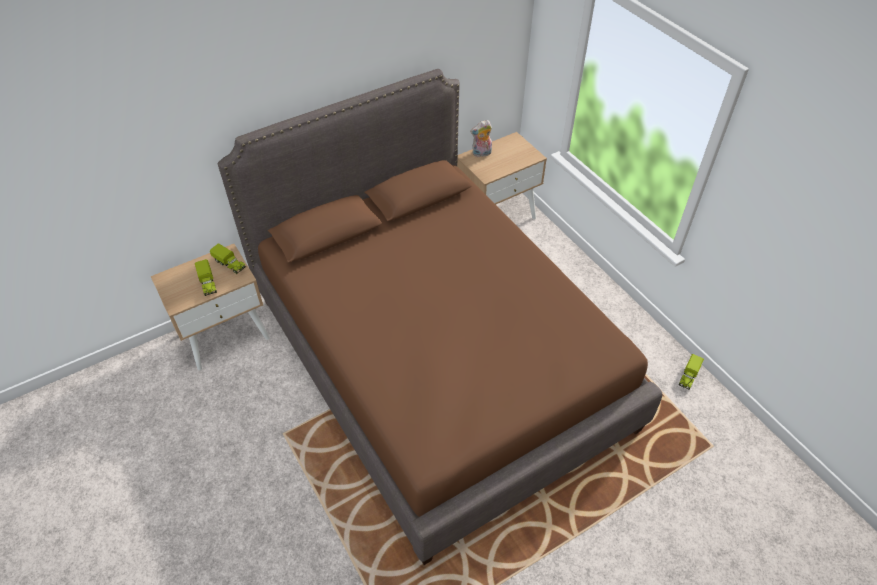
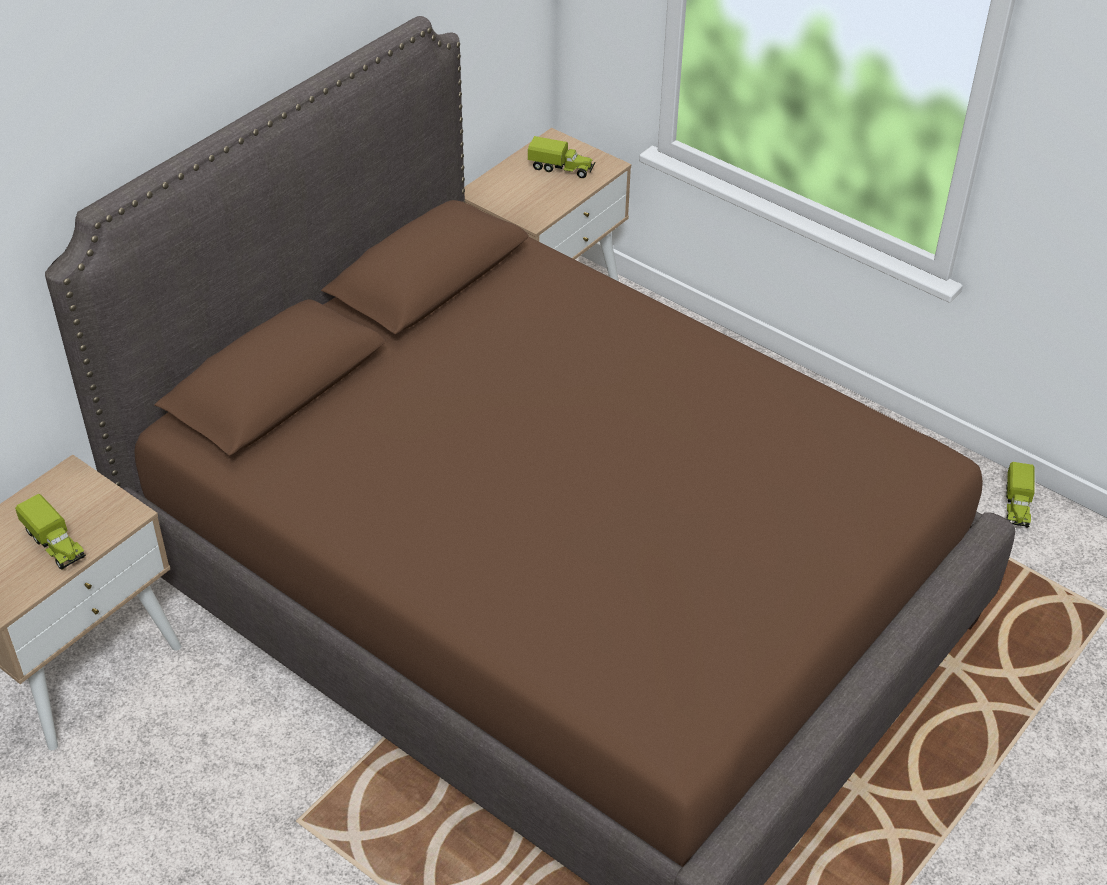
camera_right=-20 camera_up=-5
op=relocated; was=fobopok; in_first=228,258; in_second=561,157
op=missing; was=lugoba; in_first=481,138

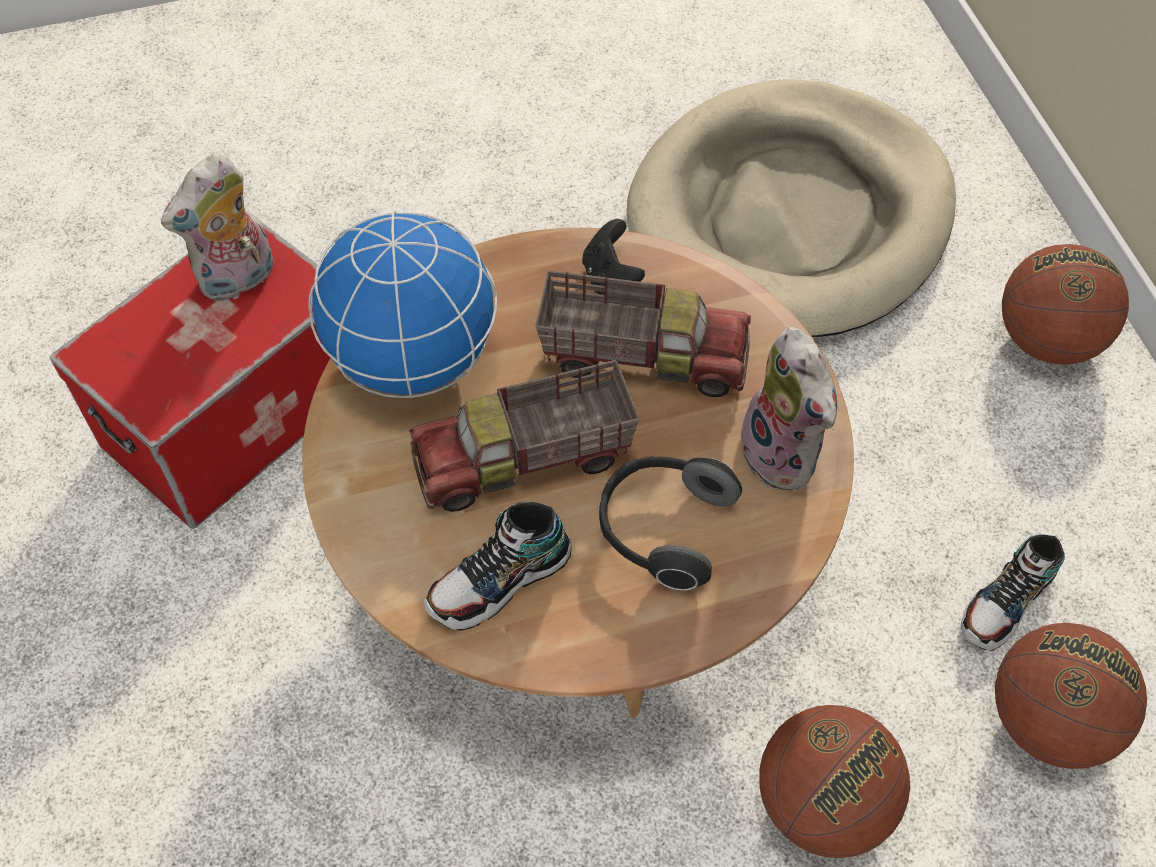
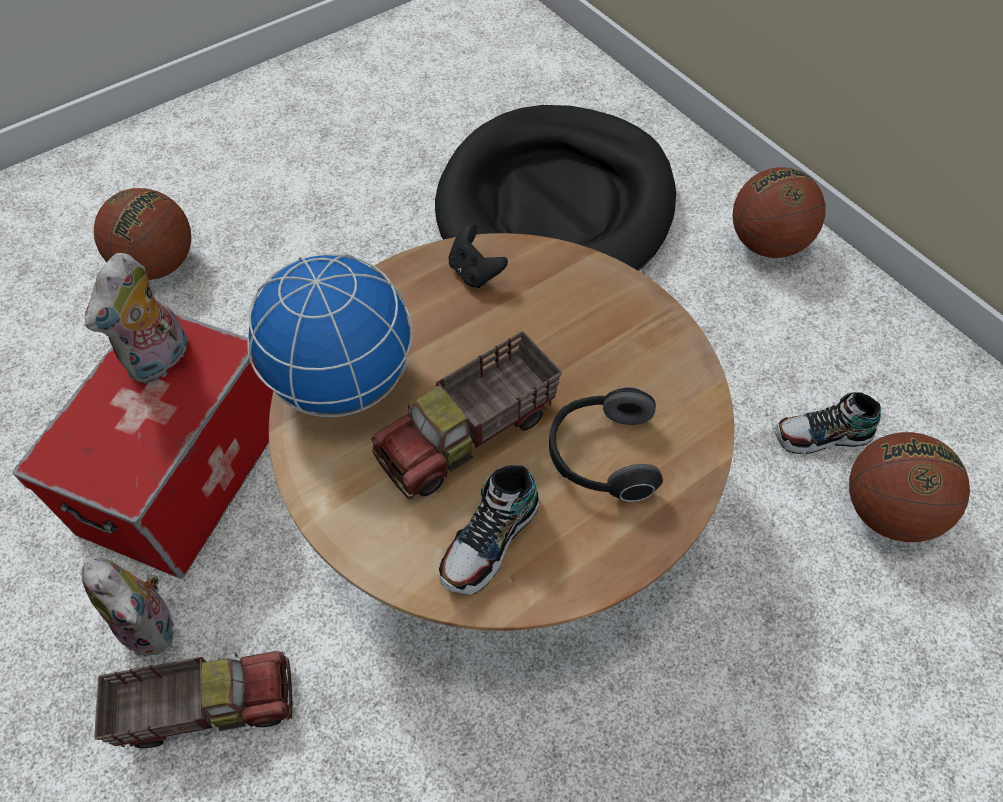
camera_right=-20 camera_up=0
op=relocated; was=fobopok; in_first=643,333; in_second=193,699
op=colour; was=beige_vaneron; now=black_vaneron; in_first=791,208; in_second=555,188
op=relocated; was=lugoba; in_first=785,408; in_second=128,607
op=relocated; was=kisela; in_first=834,781; in_second=142,234
op=spun; was=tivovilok; in_first=1013,593; in_second=827,423; clockwise=60

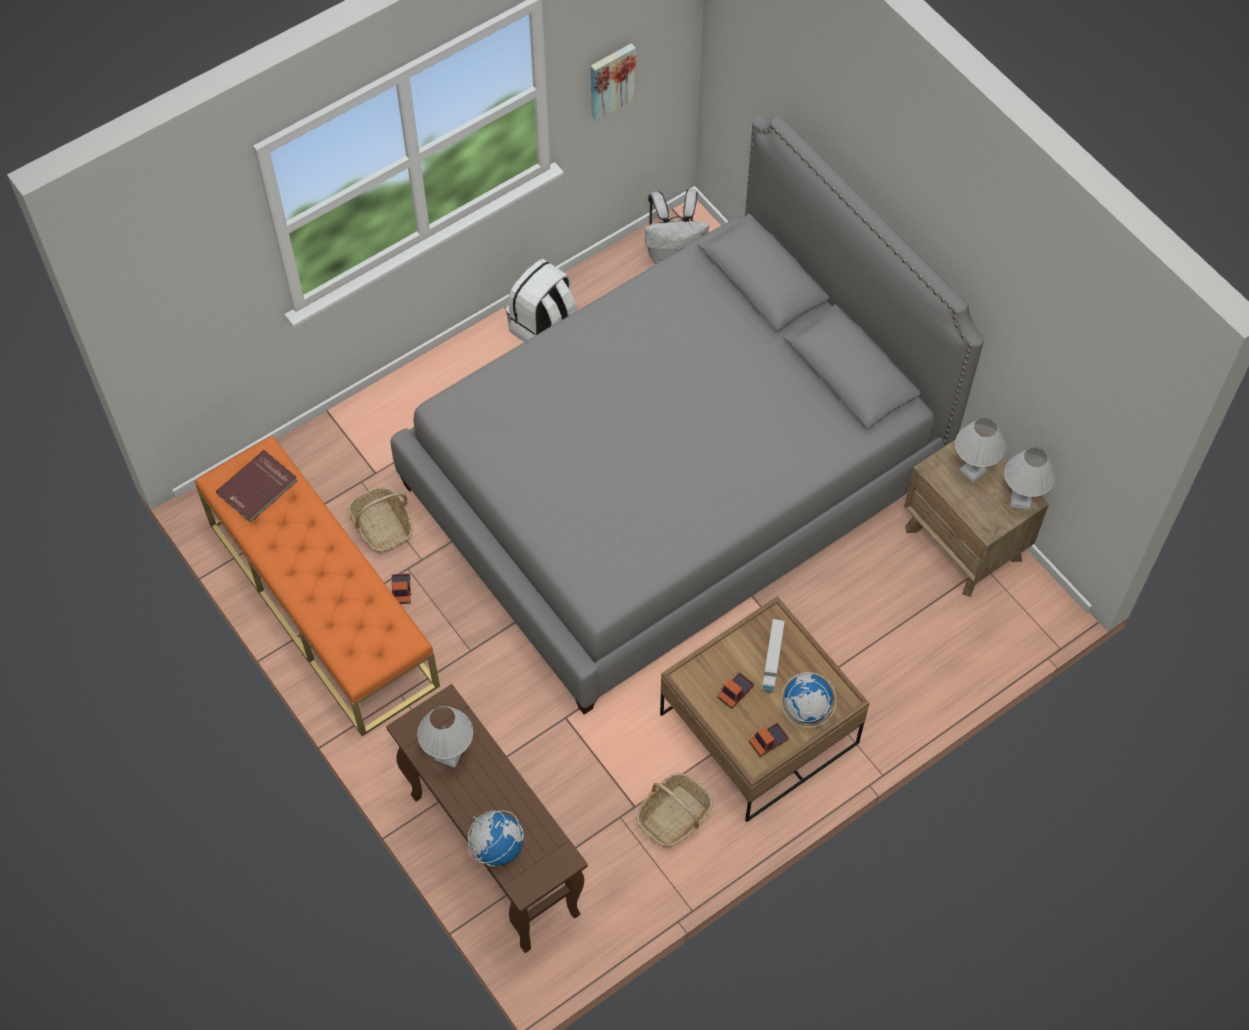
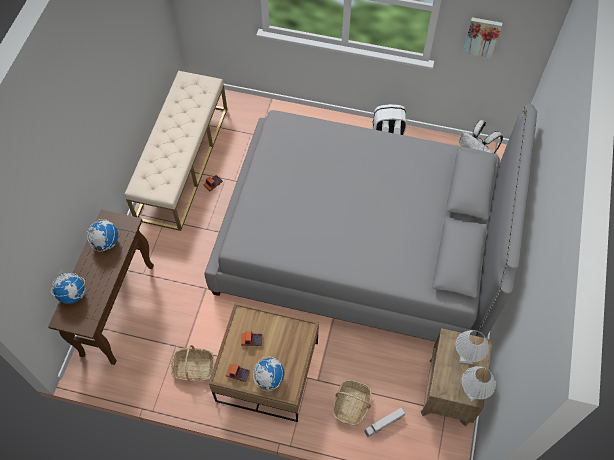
camera_right=50 camera_up=0
op=colour; was=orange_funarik; now=beige_funarik; in_first=317,585; in_second=176,151
op=missing; was=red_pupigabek; in_first=257,486
op=relocated; was=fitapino; in_first=380,520; in_second=352,403
op=exchanged; was=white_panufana; now=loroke; in_first=445,737; in_second=102,235
op=relocated; was=fobopok; in_first=773,656; in_second=384,422

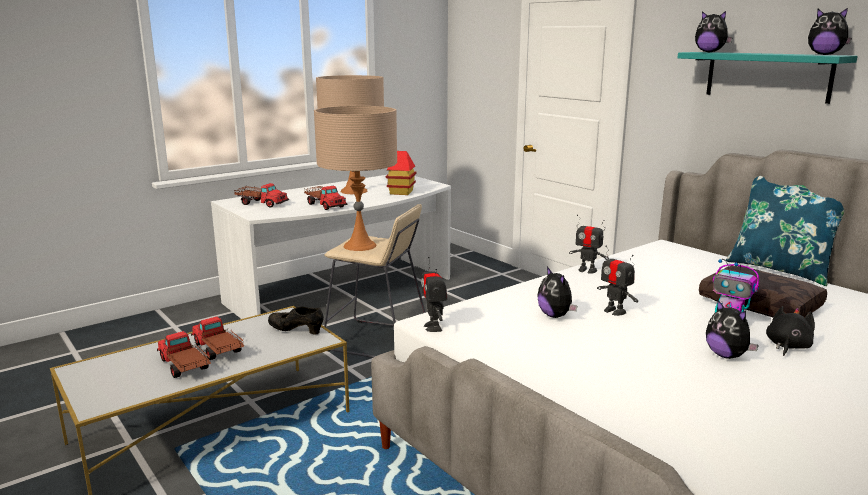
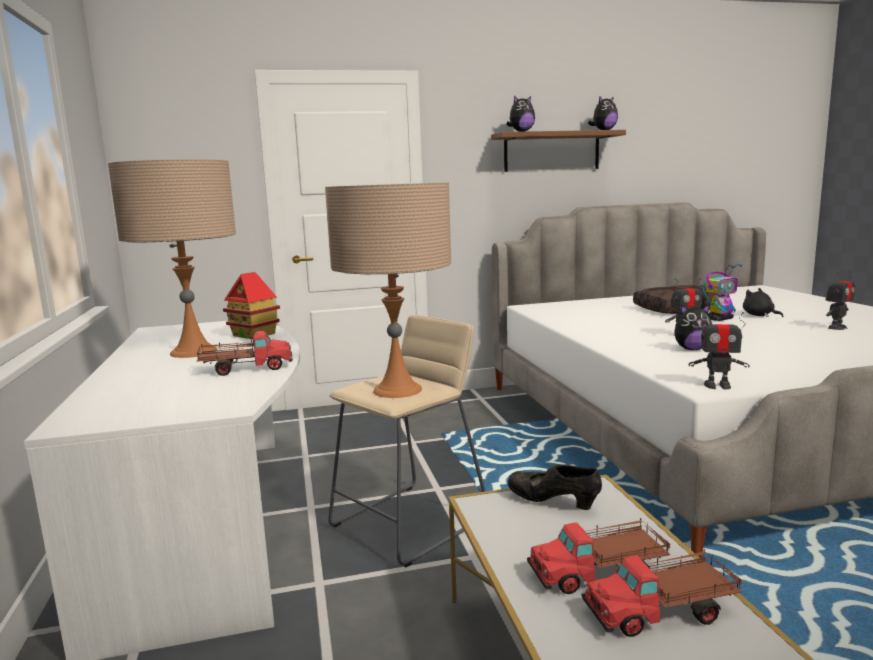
camera_right=-65 camera_up=-5
op=missing; was=fobopok; in_first=261,195
op=spun; was=black_tivovilok; in_first=296,320; in_second=554,487; clockwise=75
op=relocated; was=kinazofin; in_first=589,244; in_second=840,300
op=colour; was=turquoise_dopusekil; now=brown_dopusekil; in_first=767,78; in_second=558,151
op=missing; was=lugoba; in_first=732,329
op=missing; was=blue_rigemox; in_first=784,231

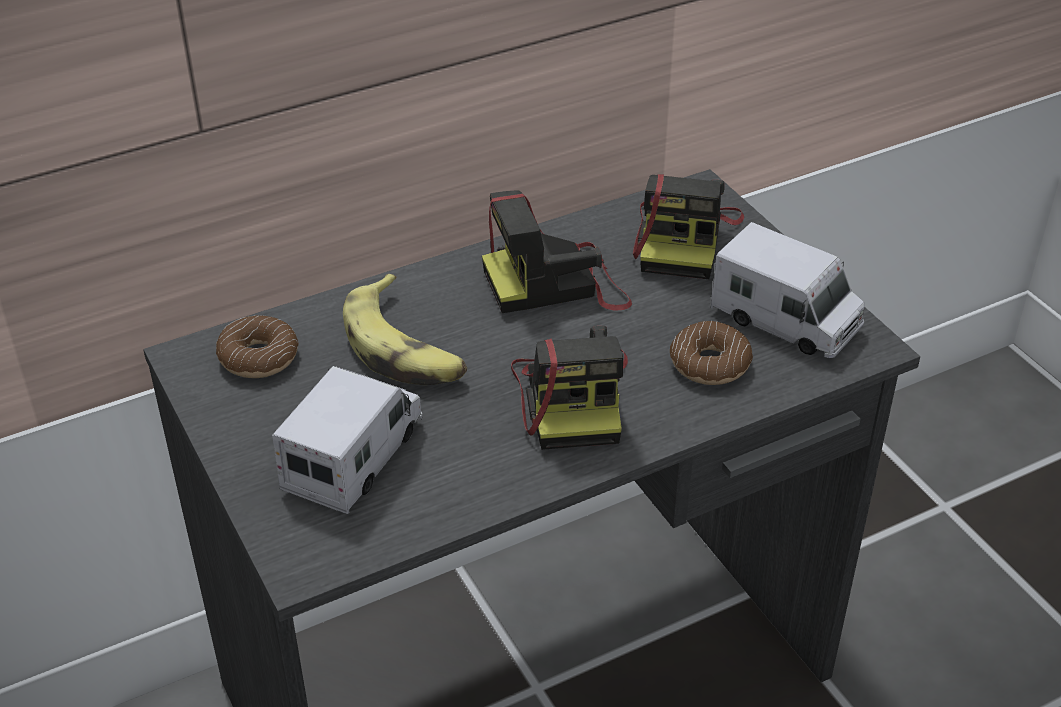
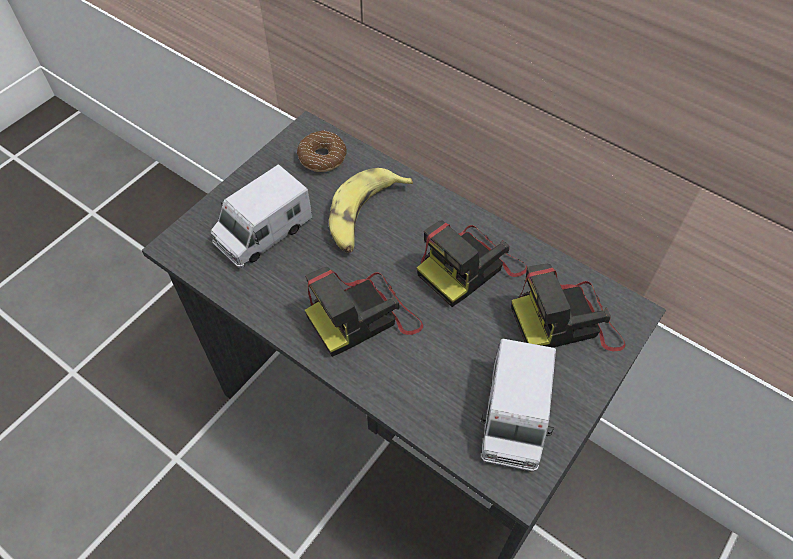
camera_right=65 camera_up=15
op=spun; was=fobopok; in_first=347,440; in_second=261,216; clockwise=135
op=spun; was=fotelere; in_first=557,251; in_second=472,263; clockwise=-90
op=missing; was=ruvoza; in_first=711,353

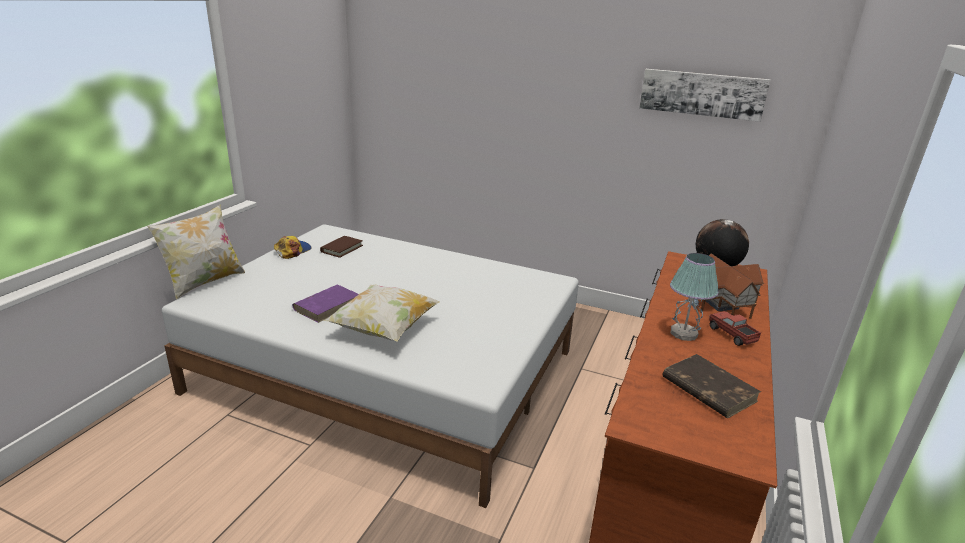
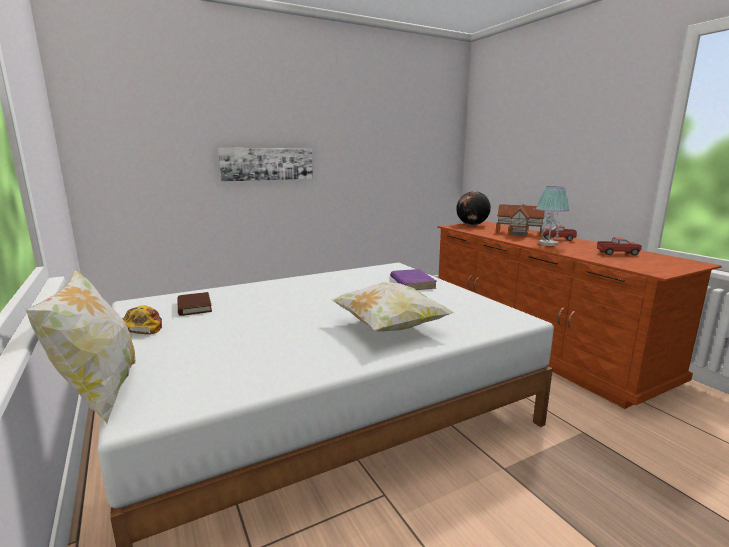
camera_right=-50 camera_up=-10
op=relocated; was=purple_pupigabek; in_first=325,304; in_second=413,279
op=relocated; was=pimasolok; in_first=705,95; in_second=265,165
op=exchanged; was=brown_pupigabek; now=fobopok; in_first=712,386; in_second=619,246

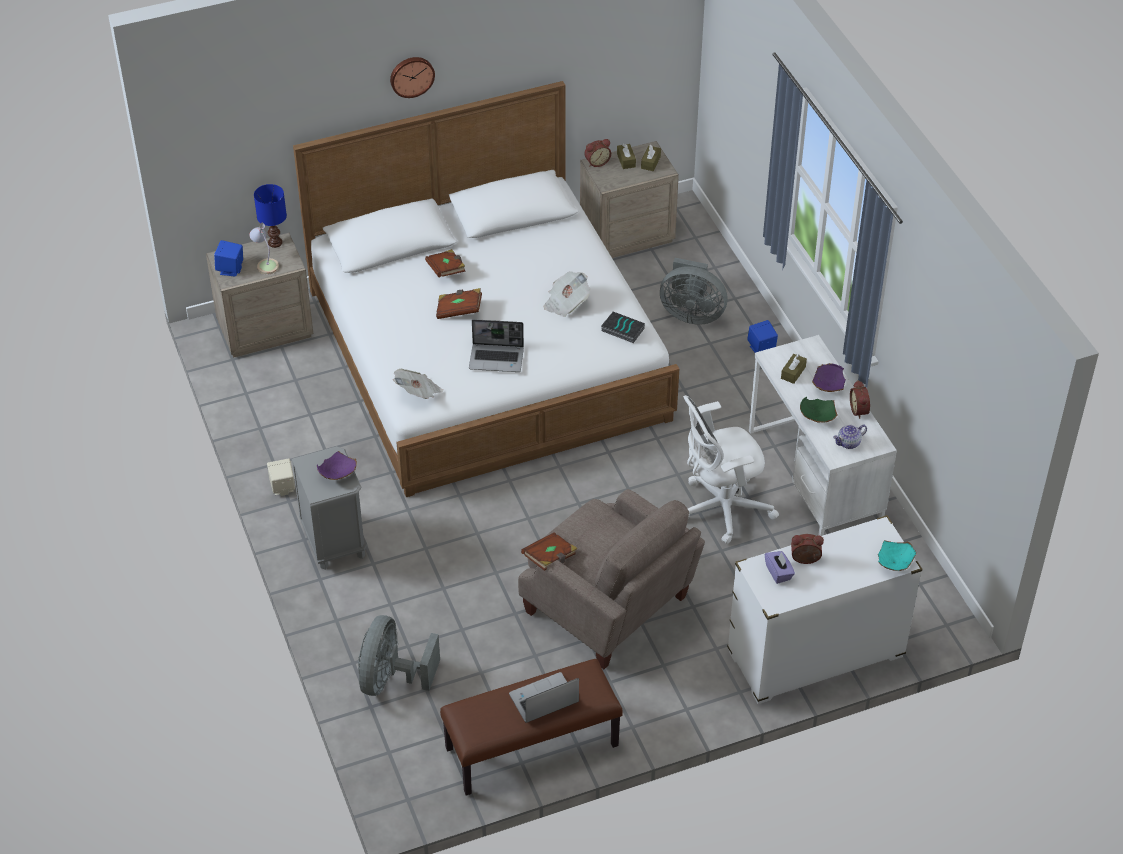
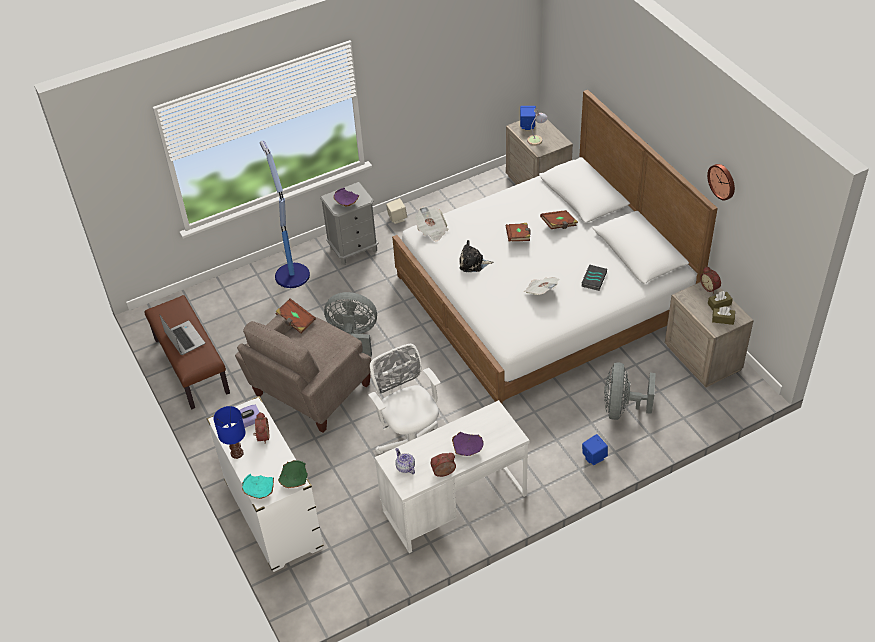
camera_right=85 camera_up=0
op=relocated; was=blue_panufana; in_first=270,216; in_second=229,432
op=relocated; was=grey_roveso; in_first=399,655; in_second=350,324
op=relocated; was=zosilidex; in_first=412,77; in_second=721,182
op=exchanged; was=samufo; now=lugoba; in_first=496,345; in_second=476,256
op=relocated; was=pupigabek; in_first=623,327; in_second=594,277
op=missing; was=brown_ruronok; in_first=794,369
op=relocated; was=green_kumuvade; in_first=818,410; in_second=293,474
op=appeared; now=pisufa; in_second=285,214

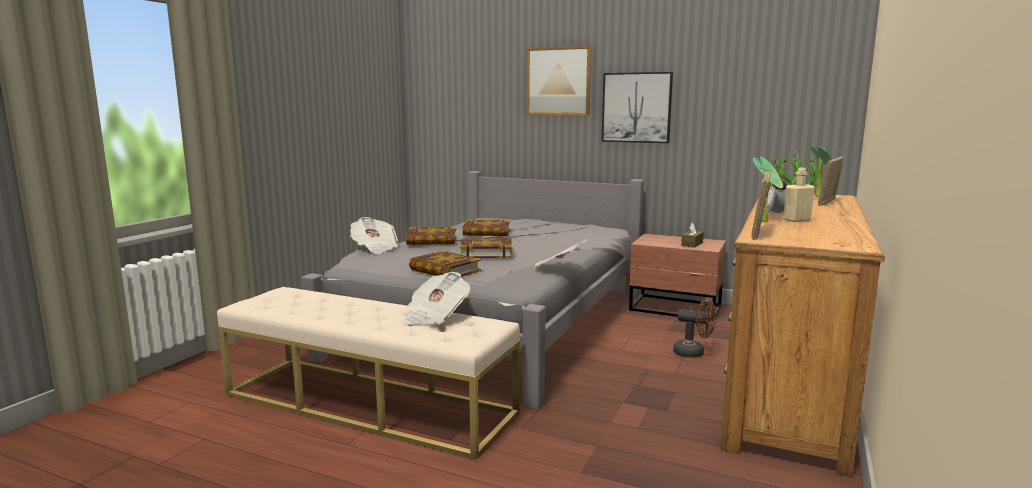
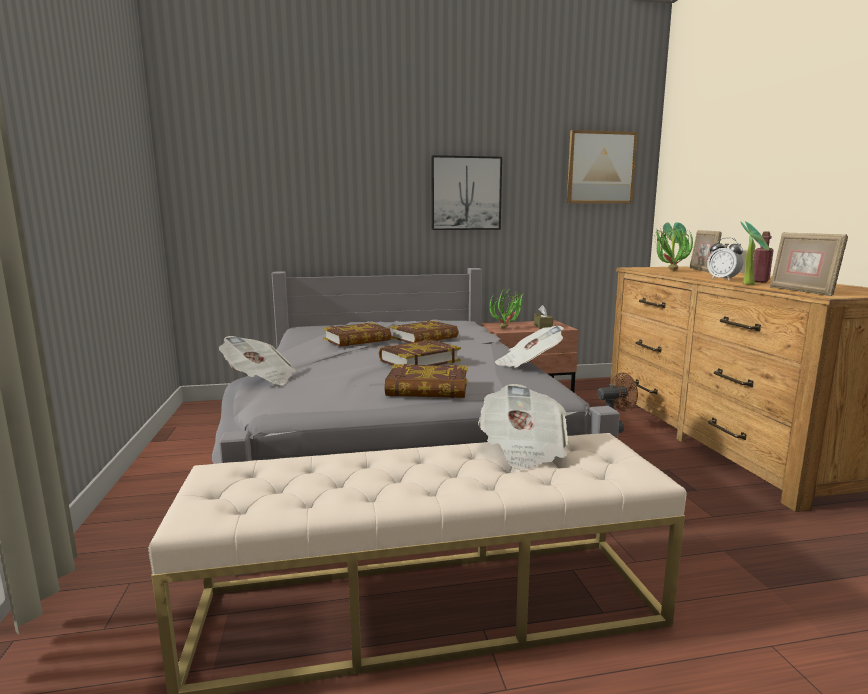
camera_right=-35 camera_up=0
op=relocated; was=pupigabek; in_first=431,236; in_second=424,332
op=relocated; was=pimasolok; in_first=559,80; in_second=602,167
op=colour; was=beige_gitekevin; now=red_gitekevin; in_first=799,195; in_second=763,257
op=appeared; now=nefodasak; in_second=507,307

